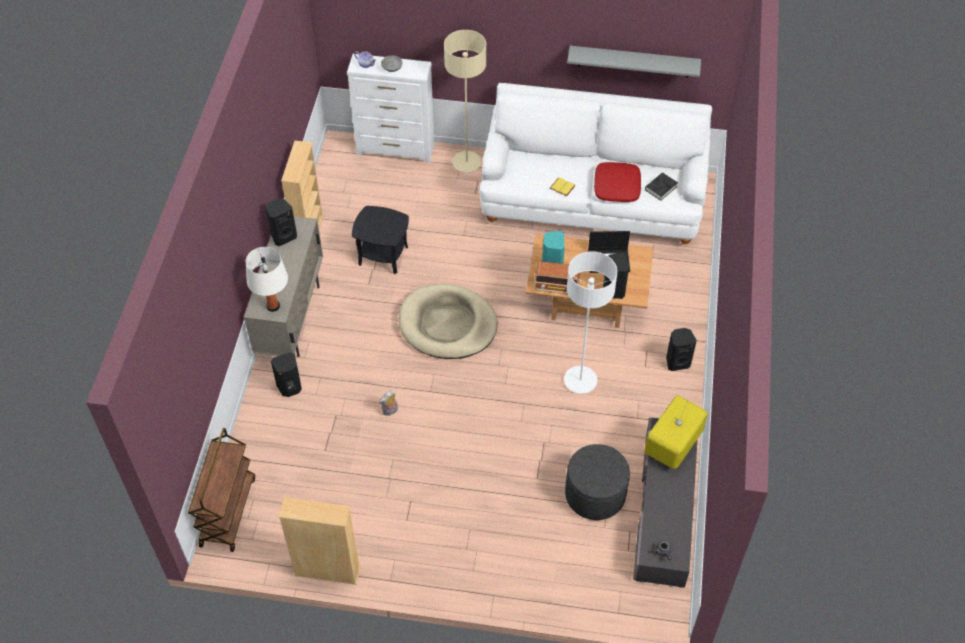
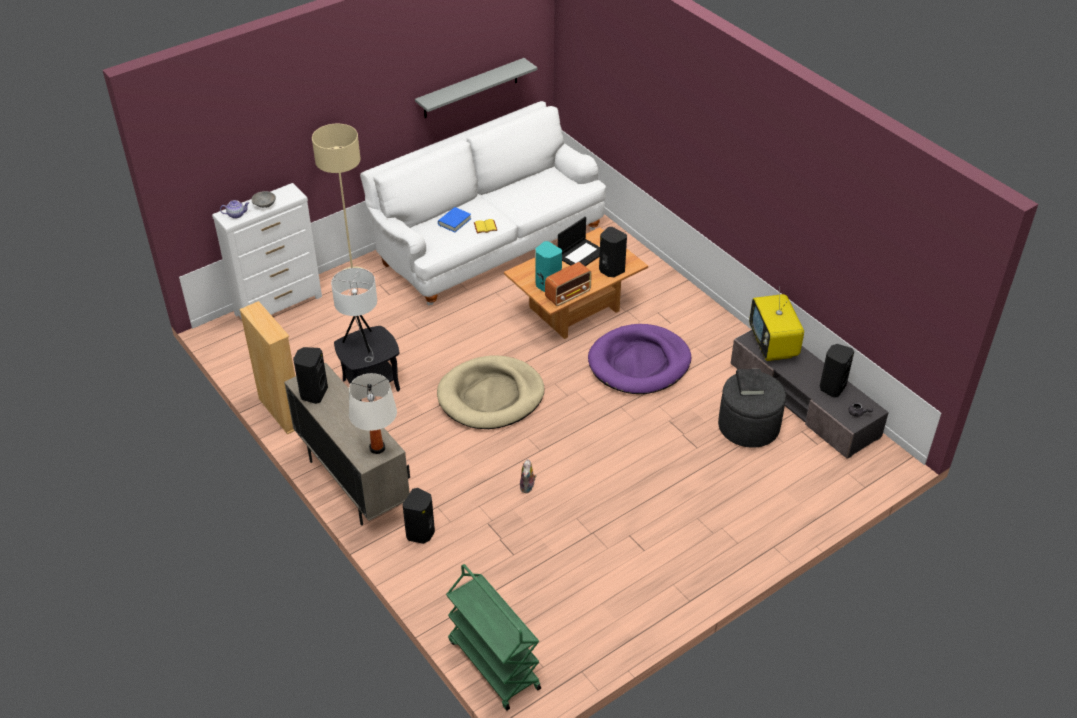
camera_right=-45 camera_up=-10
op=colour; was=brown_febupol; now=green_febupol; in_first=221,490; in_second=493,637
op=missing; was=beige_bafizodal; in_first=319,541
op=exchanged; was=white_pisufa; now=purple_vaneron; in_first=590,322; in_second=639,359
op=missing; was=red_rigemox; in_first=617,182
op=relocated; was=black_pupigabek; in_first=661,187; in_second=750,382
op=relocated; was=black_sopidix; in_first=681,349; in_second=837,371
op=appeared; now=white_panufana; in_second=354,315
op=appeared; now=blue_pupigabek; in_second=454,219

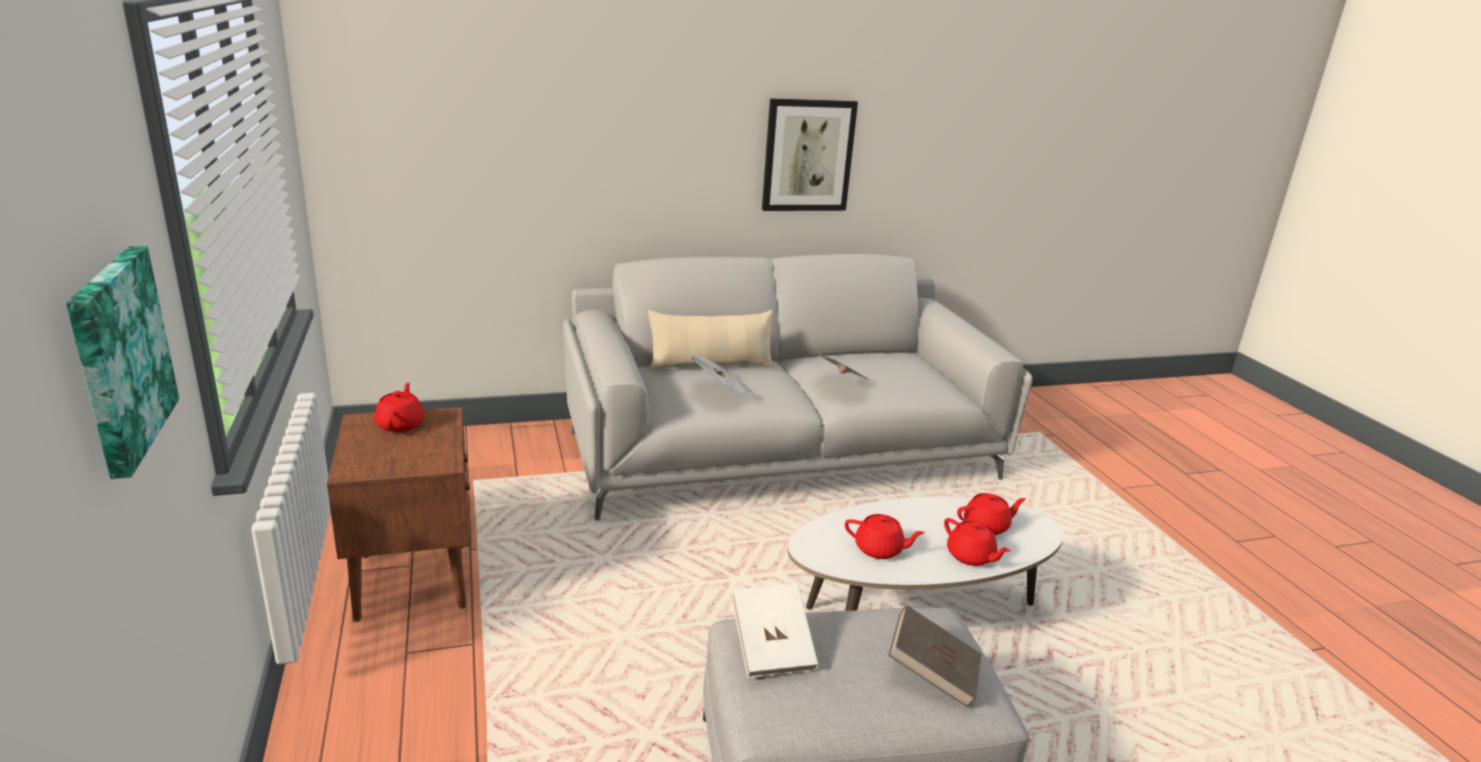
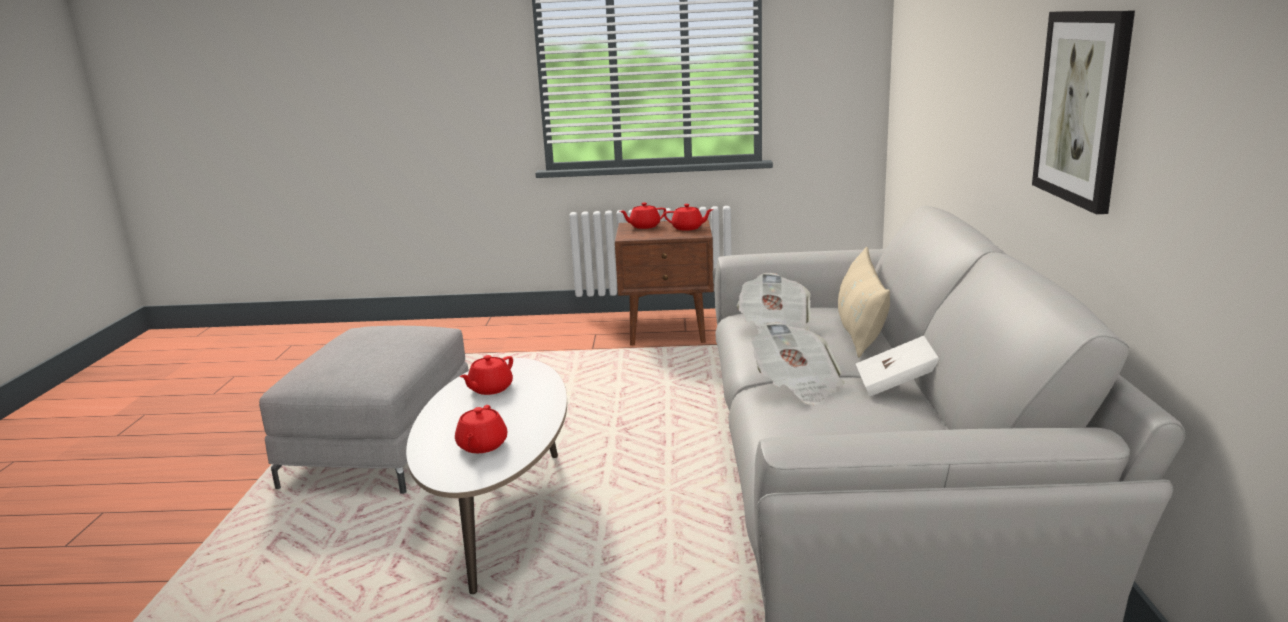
camera_right=110 camera_up=-5
op=missing; was=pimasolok; in_first=122,362
op=relocated; was=white_pupigabek; in_first=775,631; in_second=897,366
op=missing; was=brown_pupigabek; in_first=935,656
op=relocated; was=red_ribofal; in_first=977,542; in_second=643,215

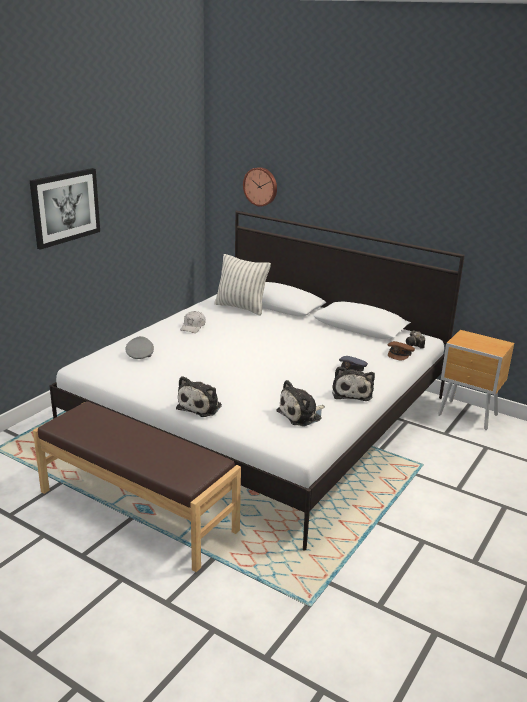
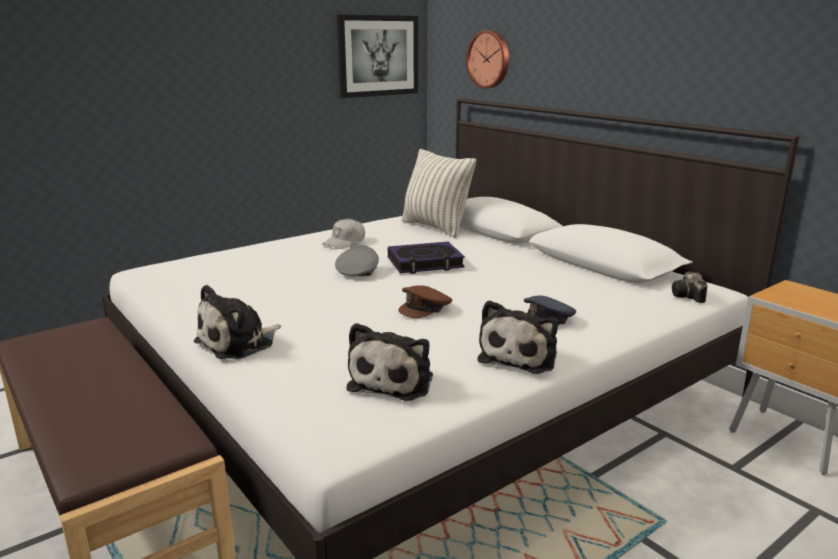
camera_right=20 camera_up=-5
op=relocated; was=pimasolok; in_first=65,209; in_second=377,56
op=relocated; was=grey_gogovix; in_first=139,347; in_second=357,260
op=spun; was=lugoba; in_first=300,403; in_second=390,362; clockwise=-60
op=relocated; was=brown_gogovix; in_first=401,350; in_second=425,301
op=appeared; now=pupigabek; in_second=426,258

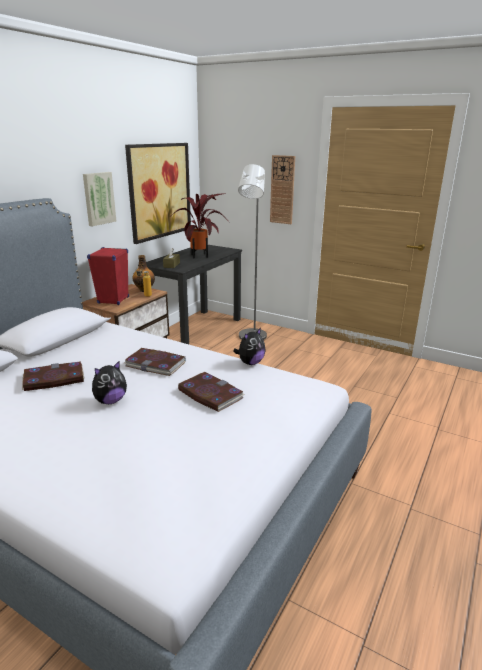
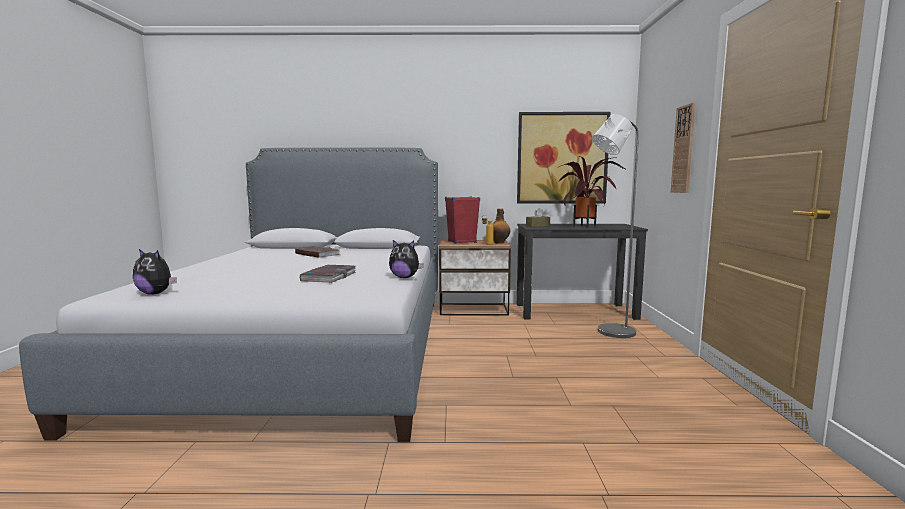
camera_right=60 camera_up=-15
op=missing; was=pimasolok; in_first=99,199
op=relocated; was=lugoba; in_first=109,382; in_second=155,272
op=missing; was=pupigabek; in_first=155,362

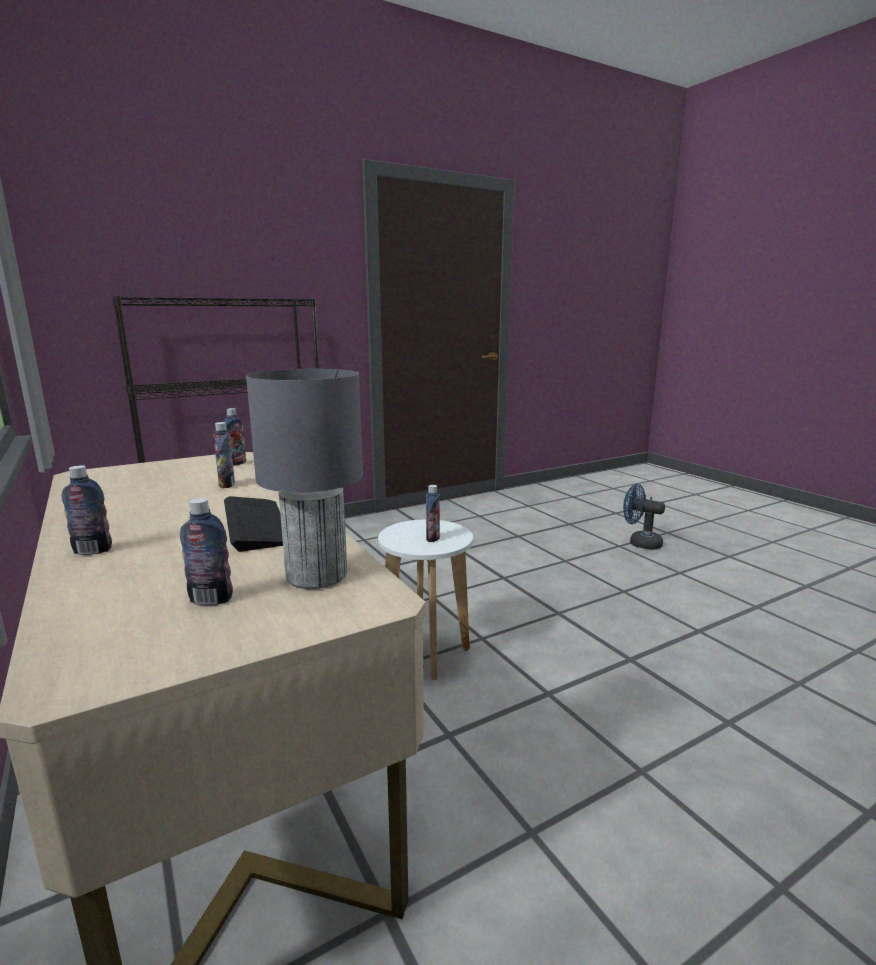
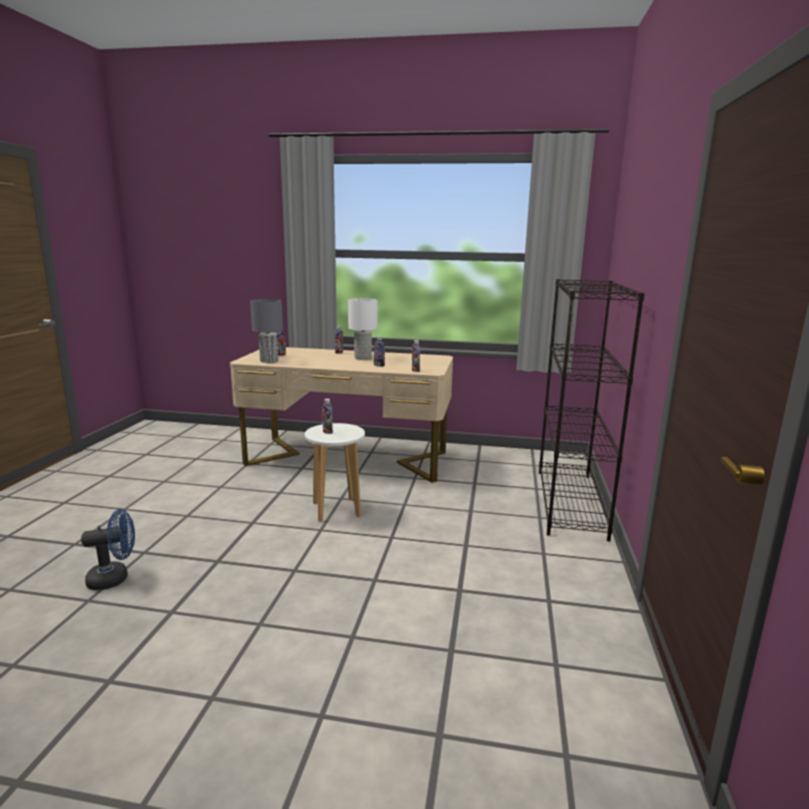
camera_right=130 camera_up=0
op=missing; was=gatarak; in_first=253,524
op=relocated; was=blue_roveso; in_first=644,517; in_second=108,549
op=appeared; now=white_panufana; in_second=363,329

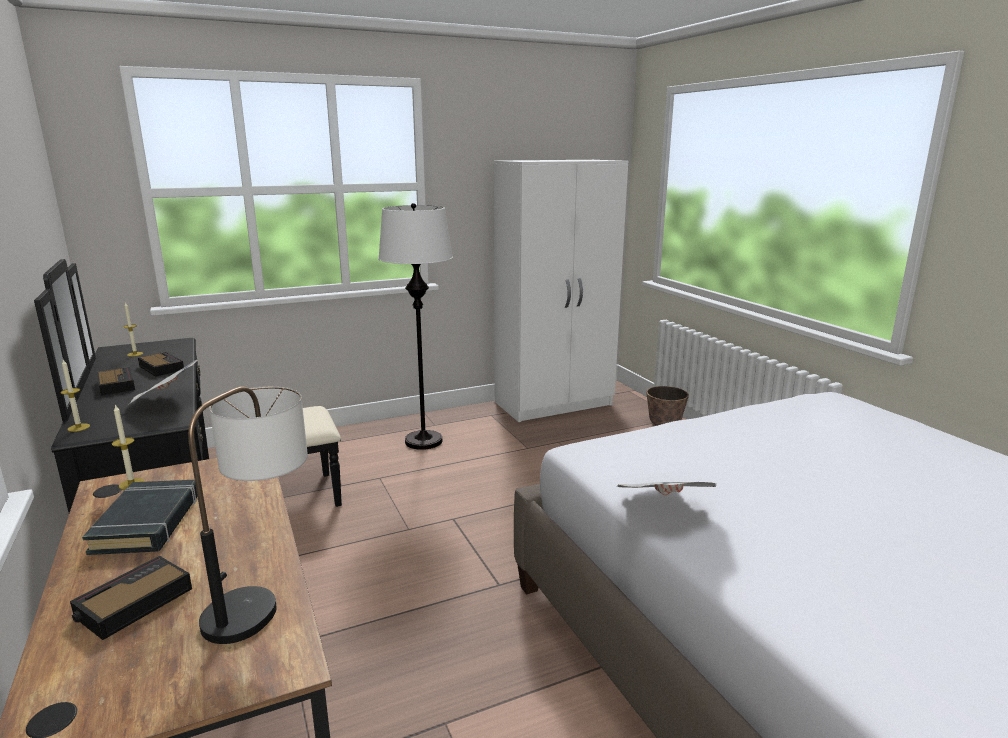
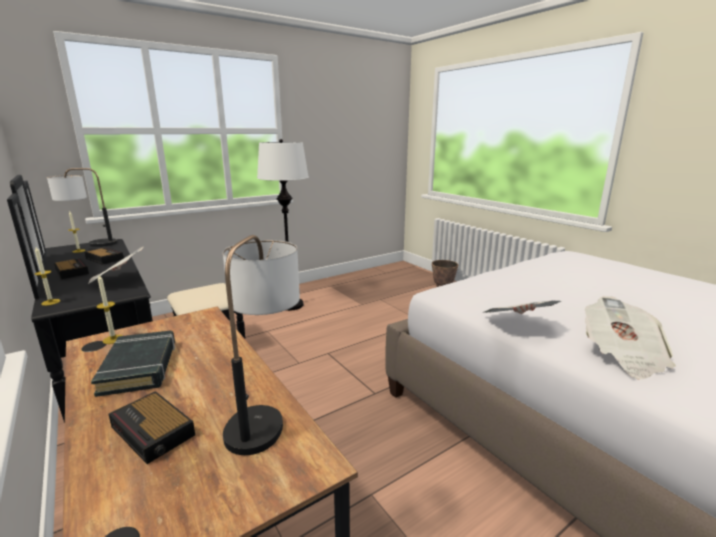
camera_right=-10 camera_up=0
op=spun; was=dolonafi; in_first=131,598; in_second=152,427; clockwise=-75
op=missing; was=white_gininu; in_first=560,291
op=appeared; now=panufana; in_second=82,207
op=appeared; now=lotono; in_second=630,338

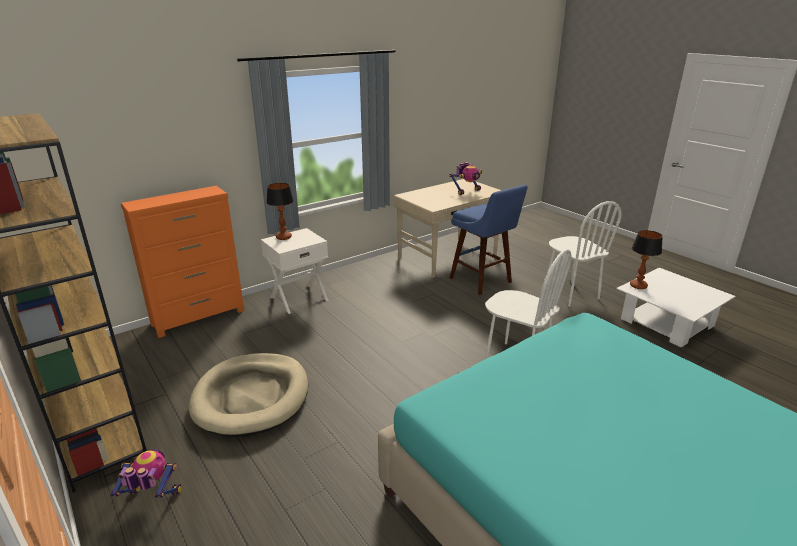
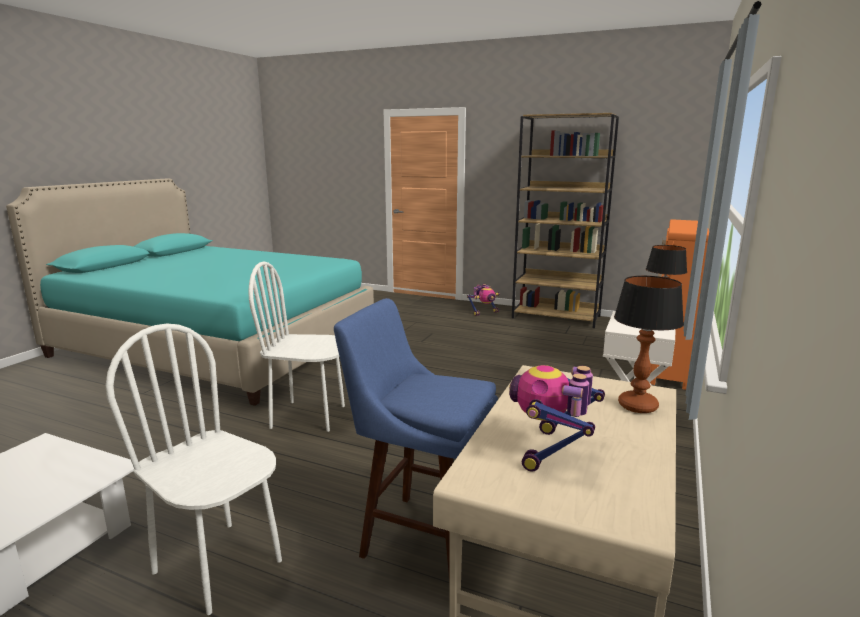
camera_right=150 camera_up=-10
op=missing; was=beige_vaneron; in_first=248,395
op=relocated; was=panufana; in_first=646,259; in_second=649,344

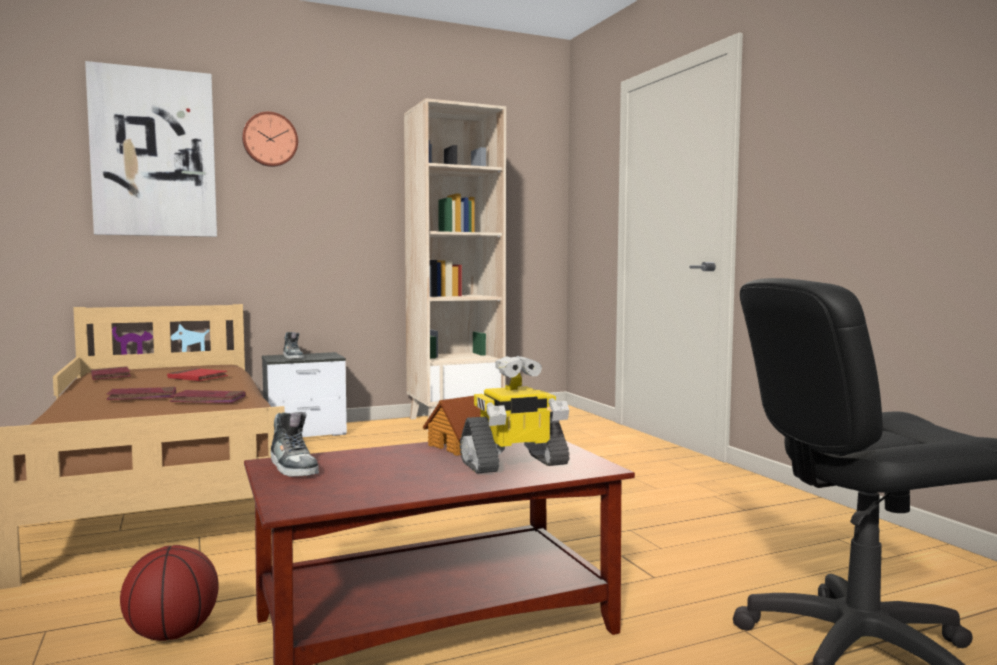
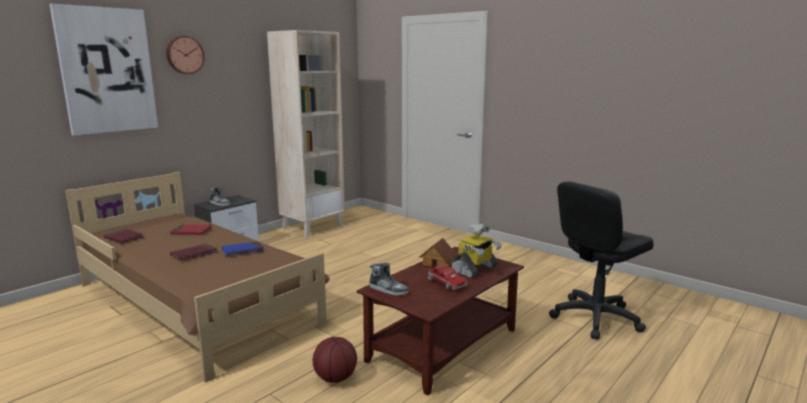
camera_right=-25 camera_up=10
op=colour; was=red_pupigabek; now=blue_pupigabek; in_first=207,396; in_second=243,248
op=appeared; now=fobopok; in_second=447,277

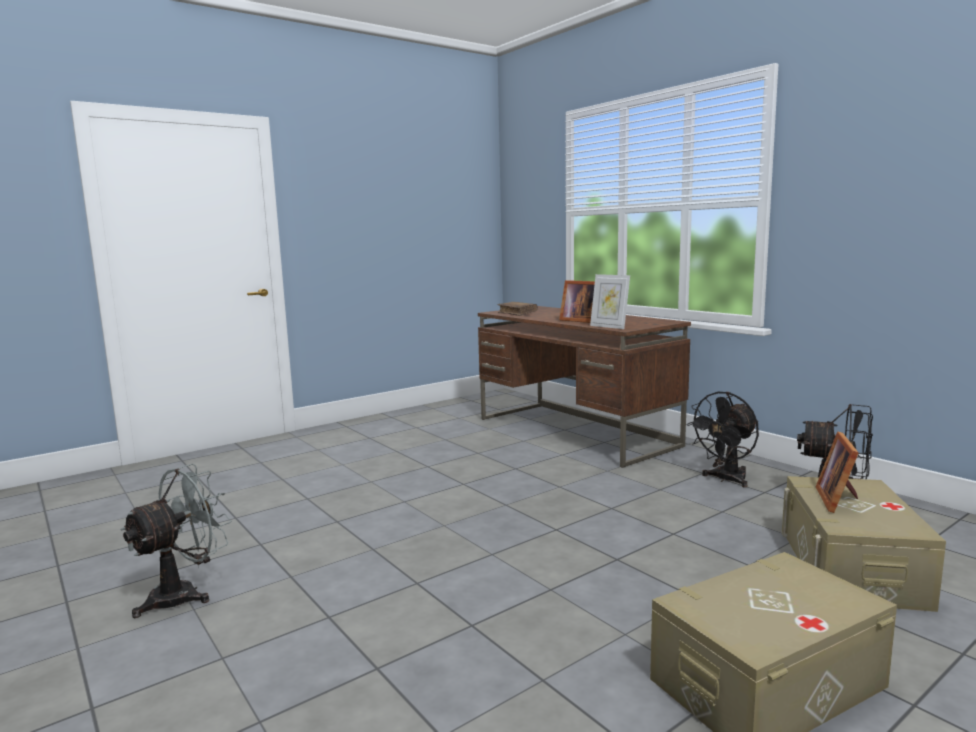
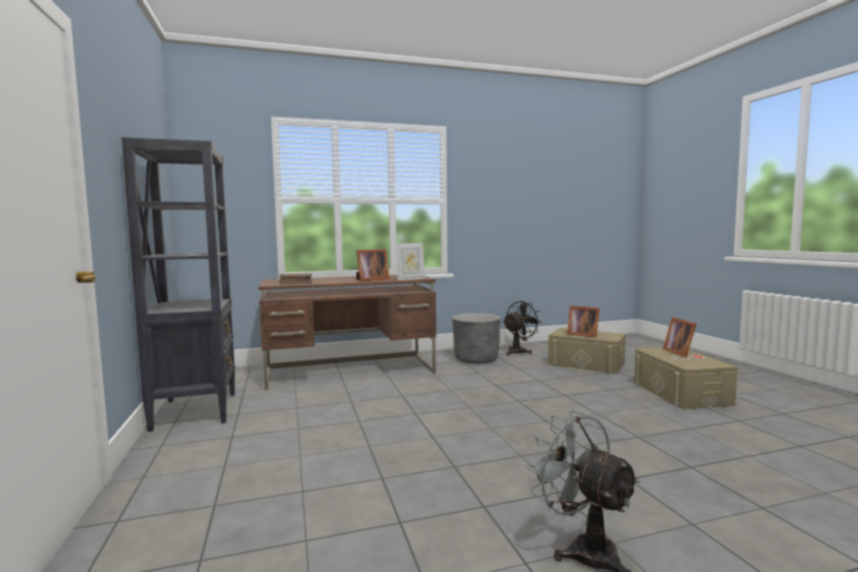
camera_right=-70 camera_up=-5
op=exchanged; was=black_roveso; now=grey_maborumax; in_first=722,439; in_second=476,338
op=appeared; now=black_bafizodal; in_second=178,284
op=appeared; now=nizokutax; in_second=680,337

